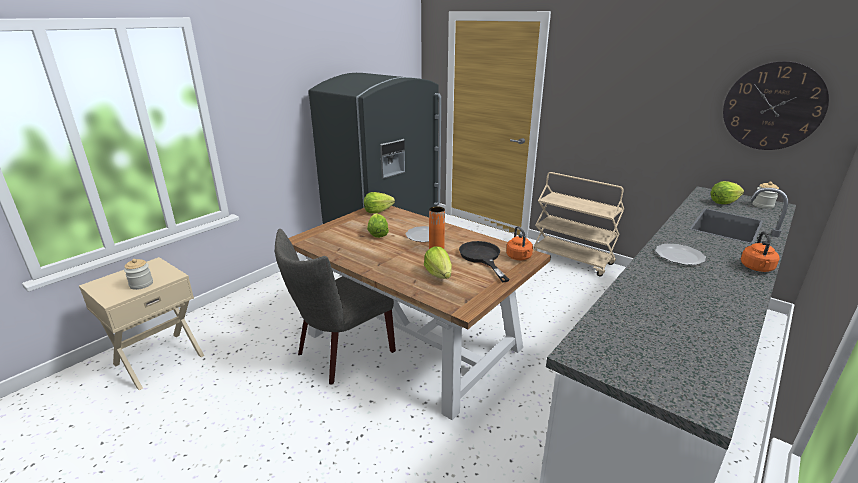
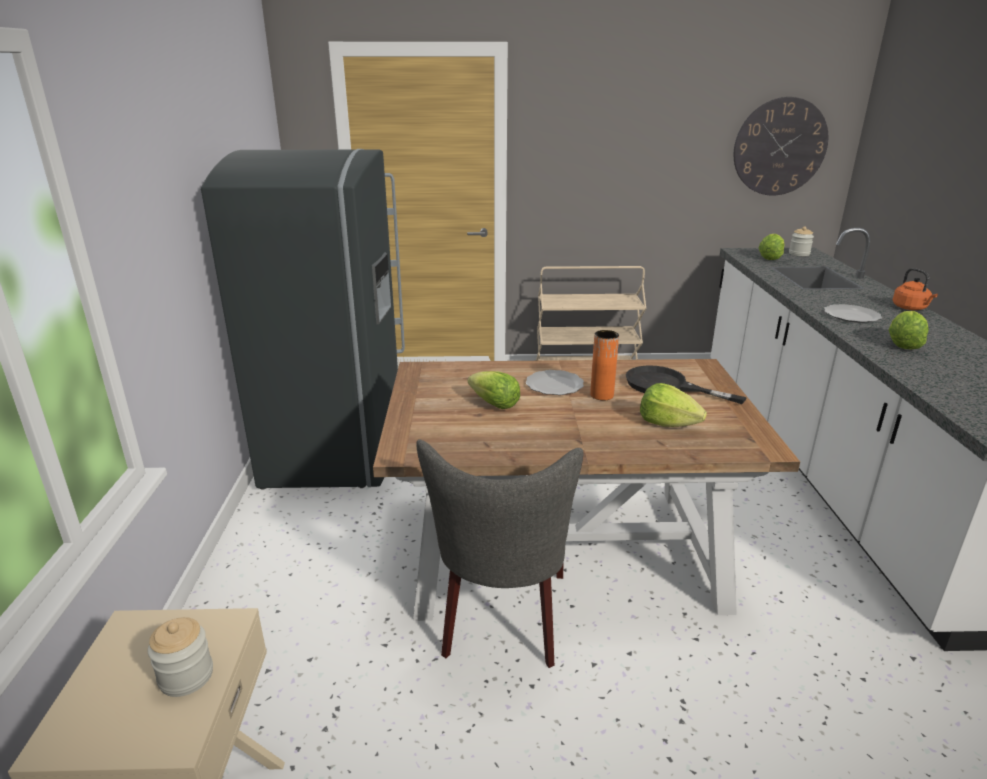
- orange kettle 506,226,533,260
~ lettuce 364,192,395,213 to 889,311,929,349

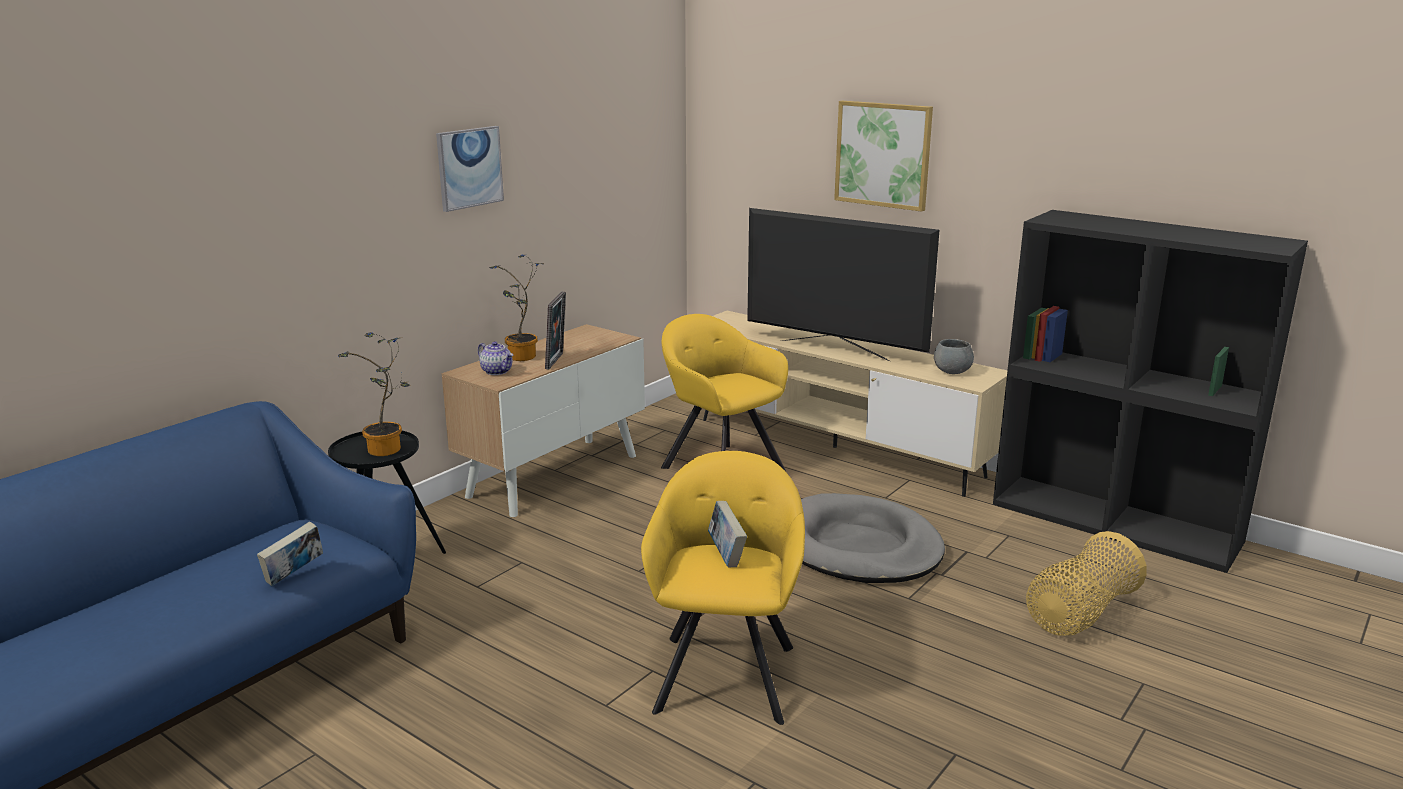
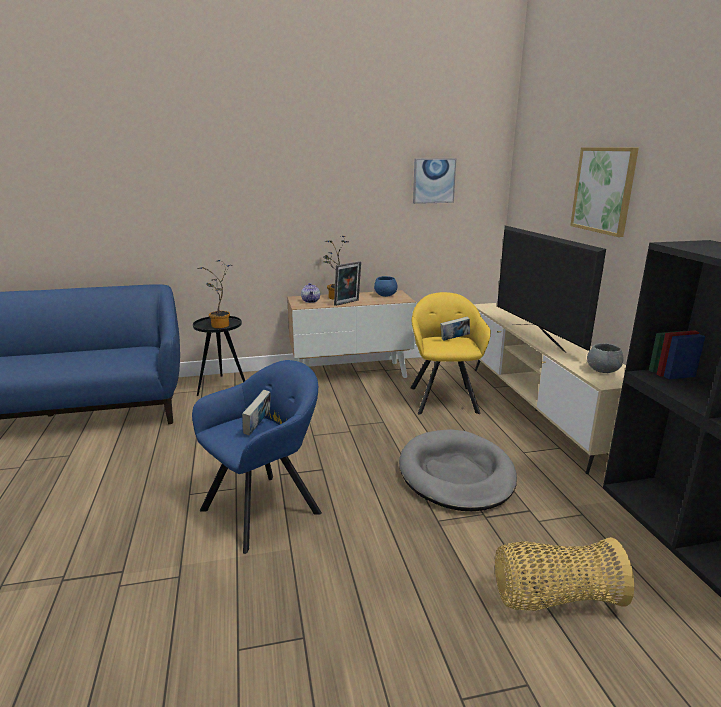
+ blue bowl 374,276,398,297
~ book 257,522,323,586 to 441,317,470,341
~ picture 436,126,504,212 to 413,158,456,204
~ yellow armchair 641,451,805,725 to blue armchair 192,360,322,554

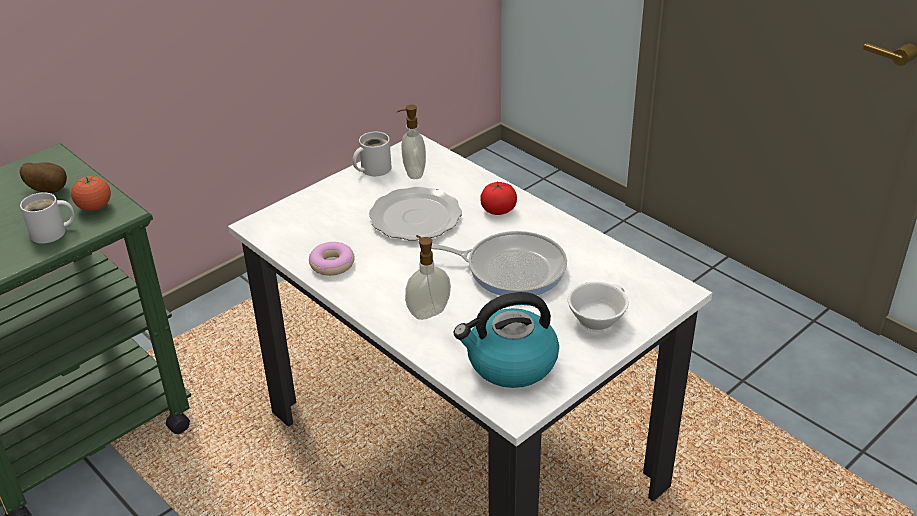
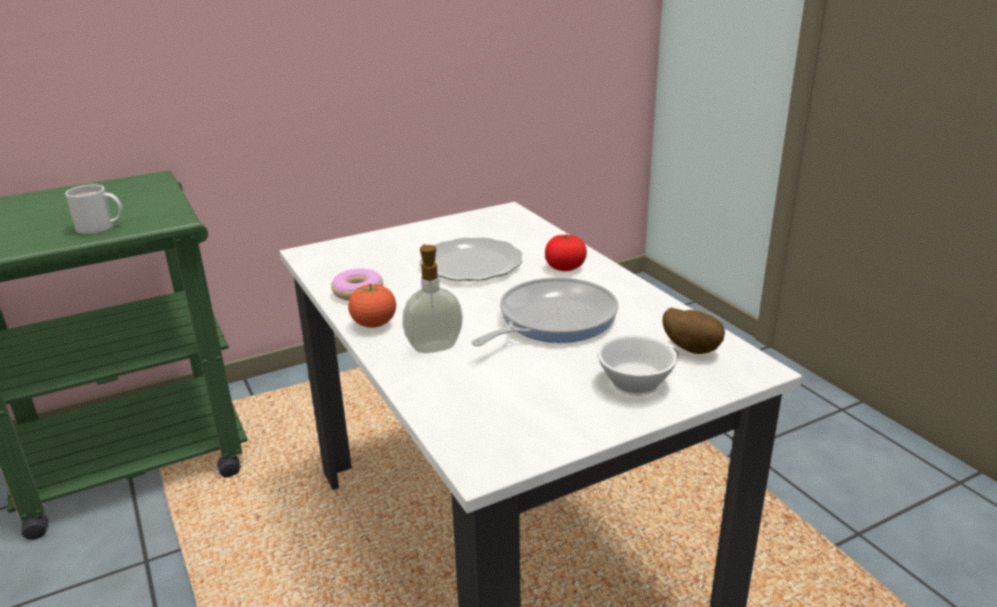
- white mug 352,132,392,176
- soap dispenser 397,105,426,179
- kettle 454,292,559,388
~ potato 20,162,67,193 to 662,308,725,354
~ tomato 71,176,111,211 to 348,283,396,328
~ frying pan 431,231,567,296 = 471,277,619,346 75 degrees counterclockwise

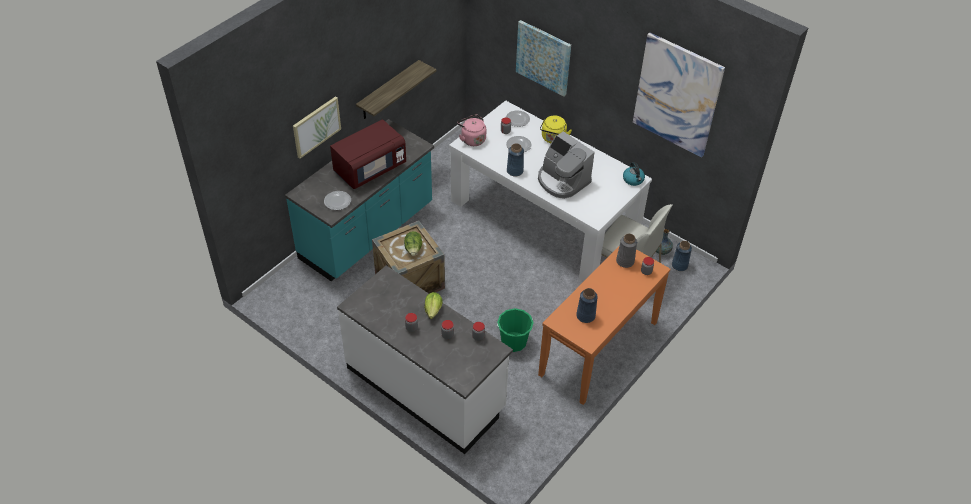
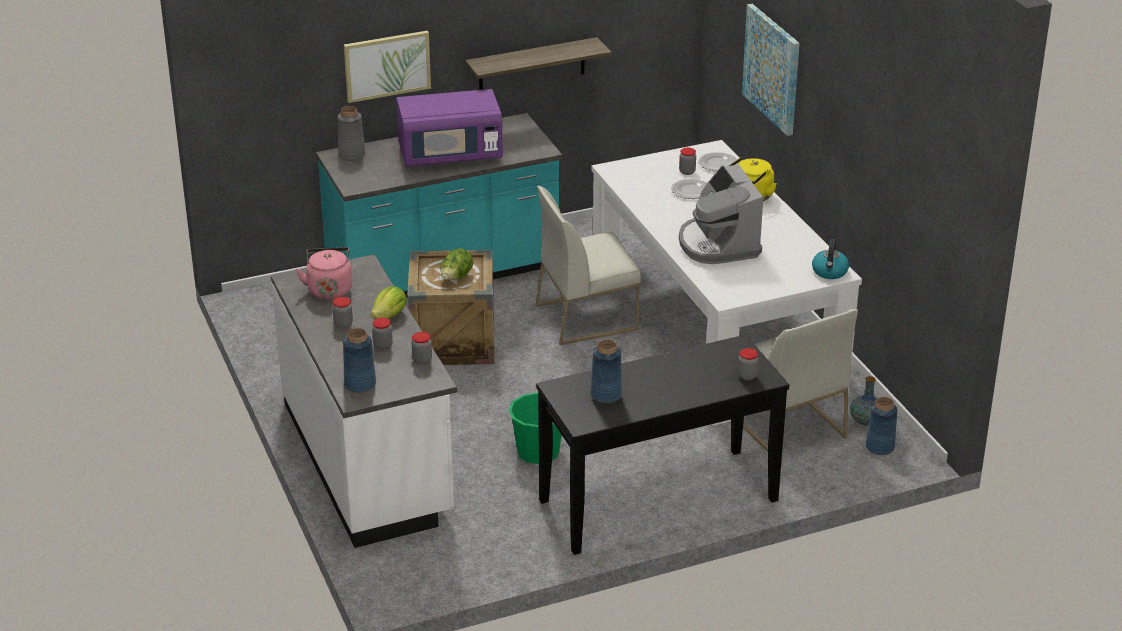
- plate 324,191,351,210
- picture 633,32,725,158
+ white chair 536,186,641,345
~ pink kettle 457,114,486,146 to 296,247,352,300
~ blue vase 507,143,524,177 to 343,328,376,393
~ grey vase 616,234,637,268 to 338,106,365,161
~ red microwave 330,120,406,189 to purple microwave 396,89,503,167
~ orange console table 538,245,670,405 to black console table 536,335,789,555

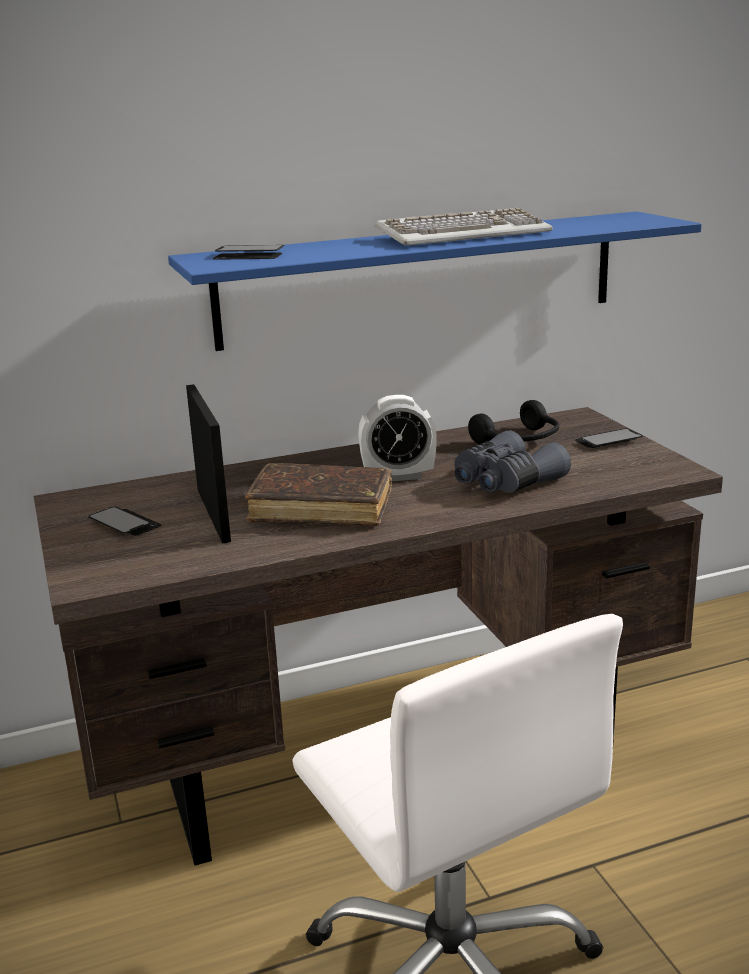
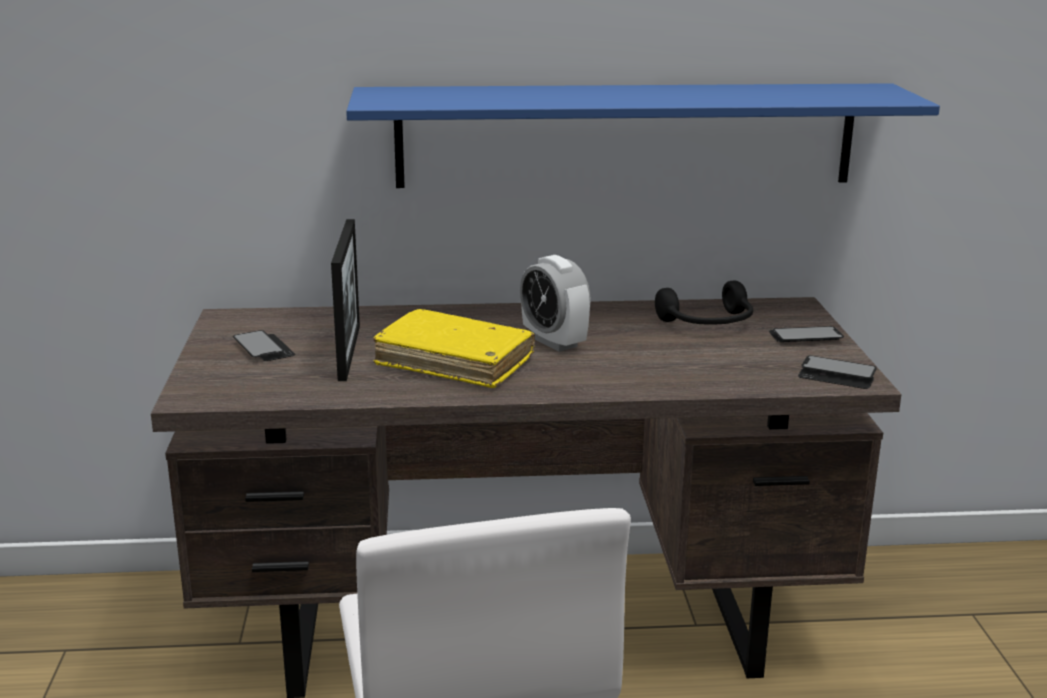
- keyboard 375,207,553,245
- grey binoculars 454,431,571,493
~ phone 212,245,284,260 to 798,355,877,389
~ brown book 245,463,392,526 to yellow book 373,309,535,388
~ alarm clock 358,395,437,481 = 520,255,591,352 45 degrees clockwise

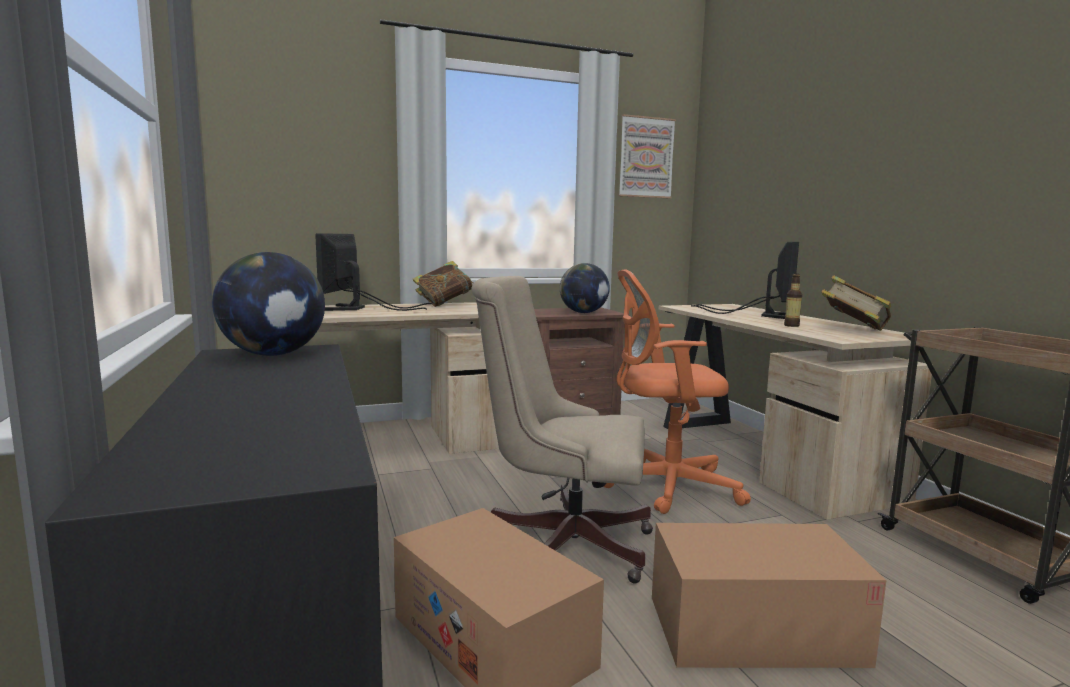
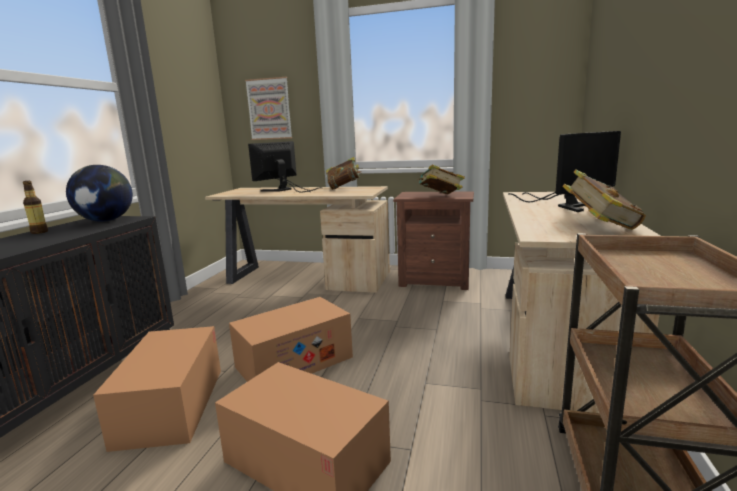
- orange office chair 604,269,751,514
~ picture 619,114,676,198 to 245,77,292,140
~ bottle 784,274,802,327 to 23,181,48,234
~ beige office chair 471,276,653,584 to cardboard box 229,297,353,382
~ globe 560,263,610,313 to book 418,164,465,194

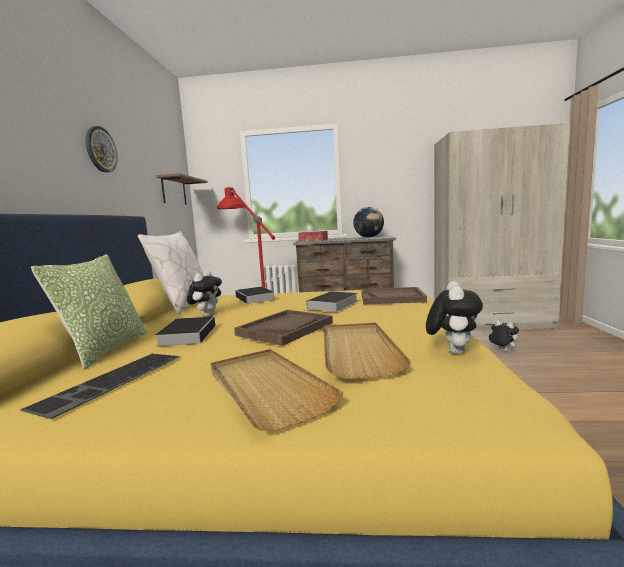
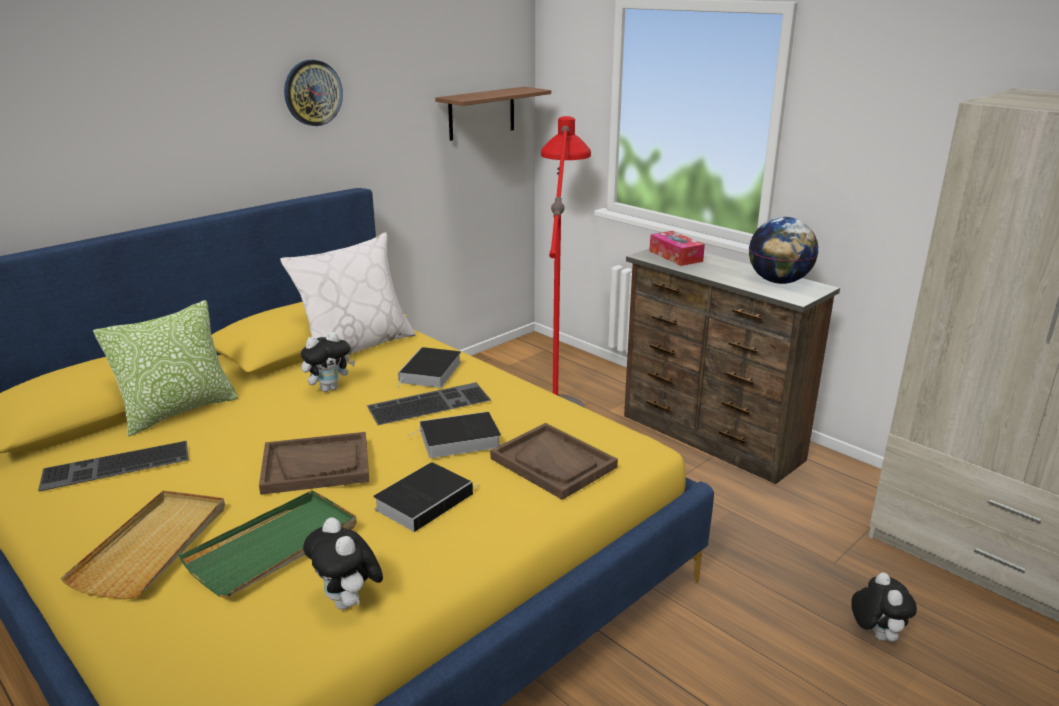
+ keyboard 367,382,491,425
~ book 155,316,215,346 to 373,462,479,532
~ beige tray 324,323,411,379 to green tray 179,490,357,598
~ plush toy 426,281,483,354 = 303,517,383,610 90 degrees clockwise

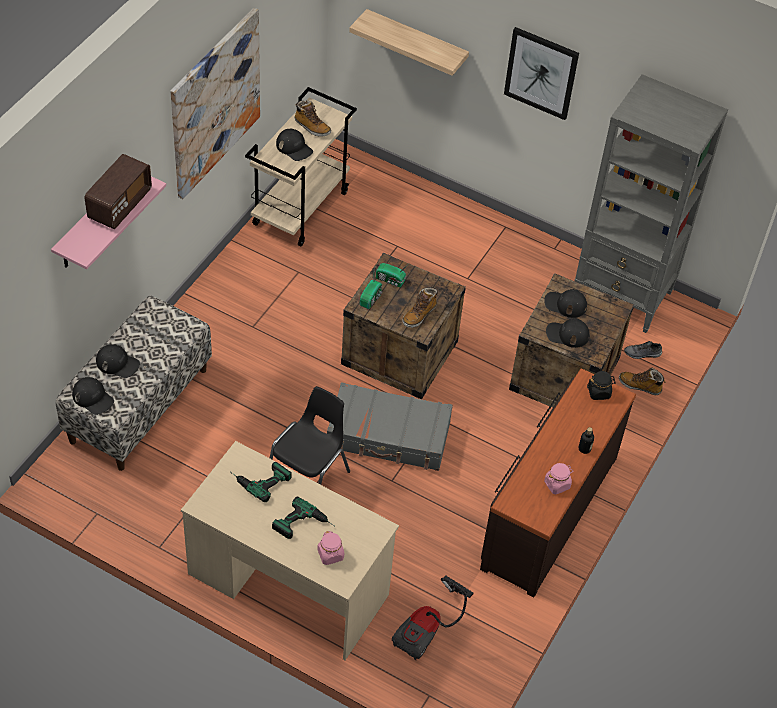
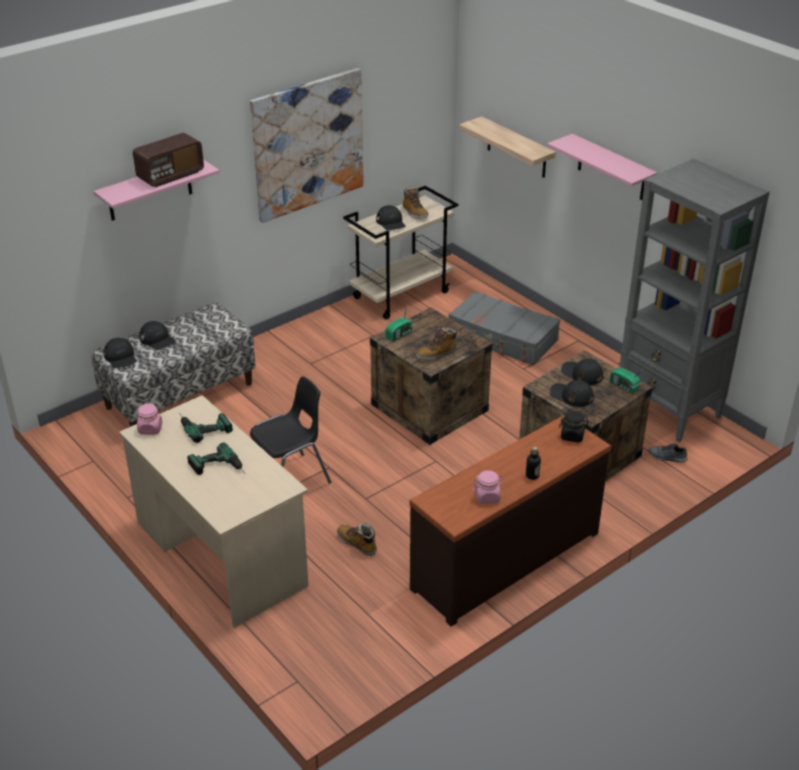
- vacuum cleaner 392,575,474,661
~ pink jar 317,531,344,565 to 137,403,162,435
~ grey suitcase 327,382,453,471 to 448,291,560,366
~ radio 376,263,409,287 to 610,367,644,393
~ boot 619,368,665,395 to 337,523,377,556
~ picture 504,27,579,120 to pink shelf 547,134,657,200

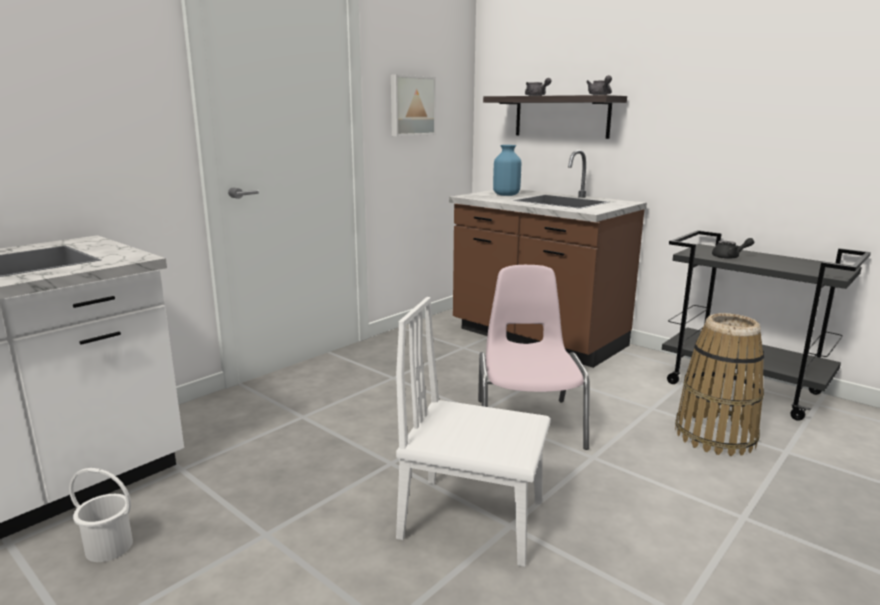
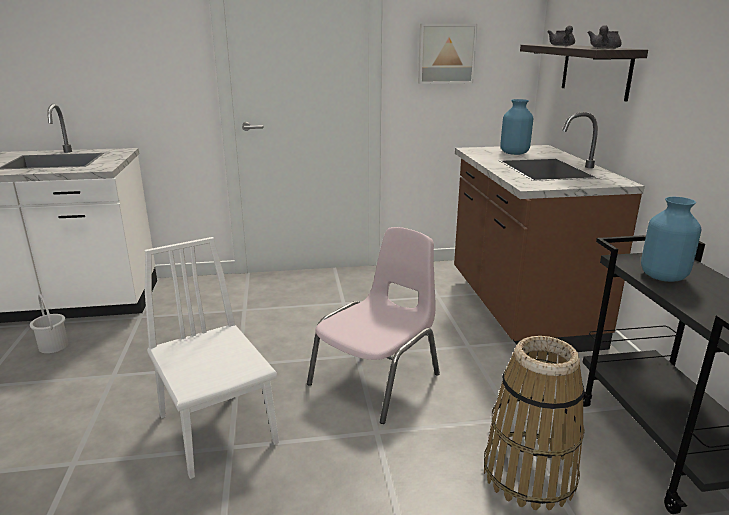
~ black teapot 712,238,754,259 to blue vase 641,197,701,282

